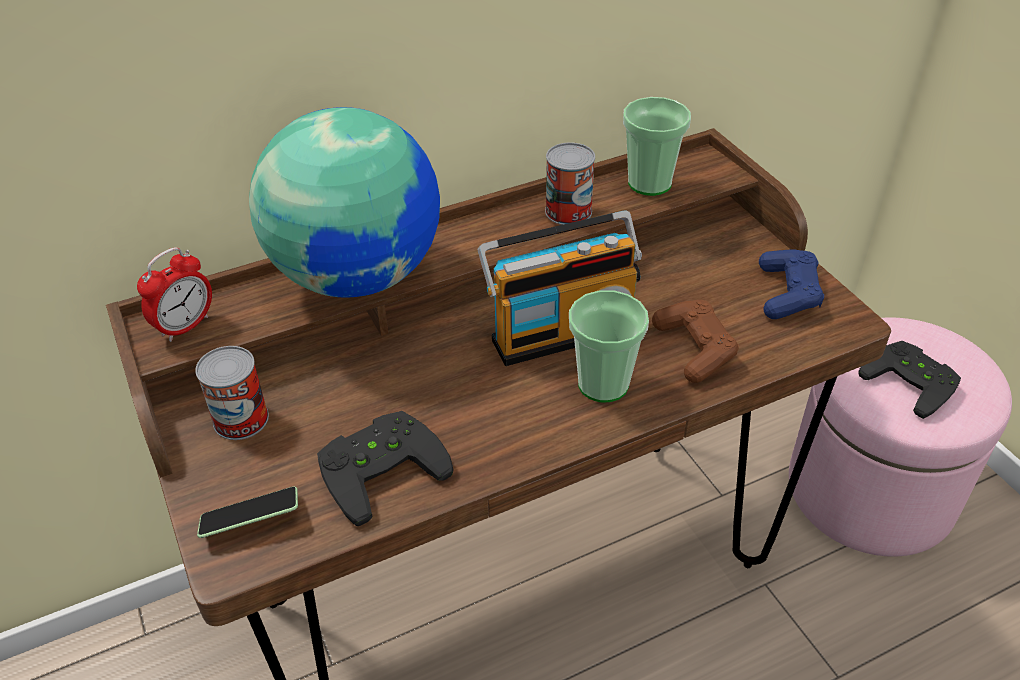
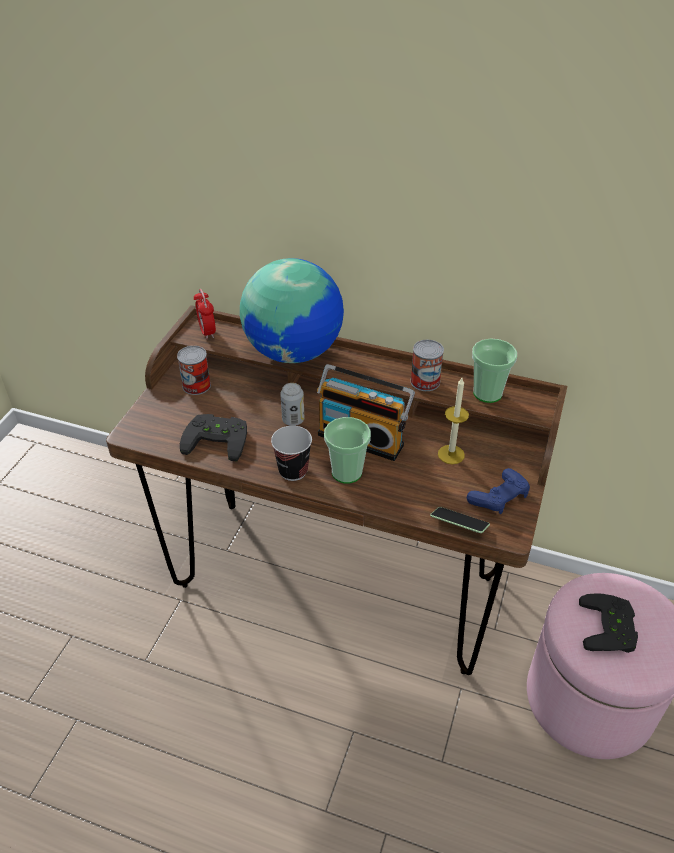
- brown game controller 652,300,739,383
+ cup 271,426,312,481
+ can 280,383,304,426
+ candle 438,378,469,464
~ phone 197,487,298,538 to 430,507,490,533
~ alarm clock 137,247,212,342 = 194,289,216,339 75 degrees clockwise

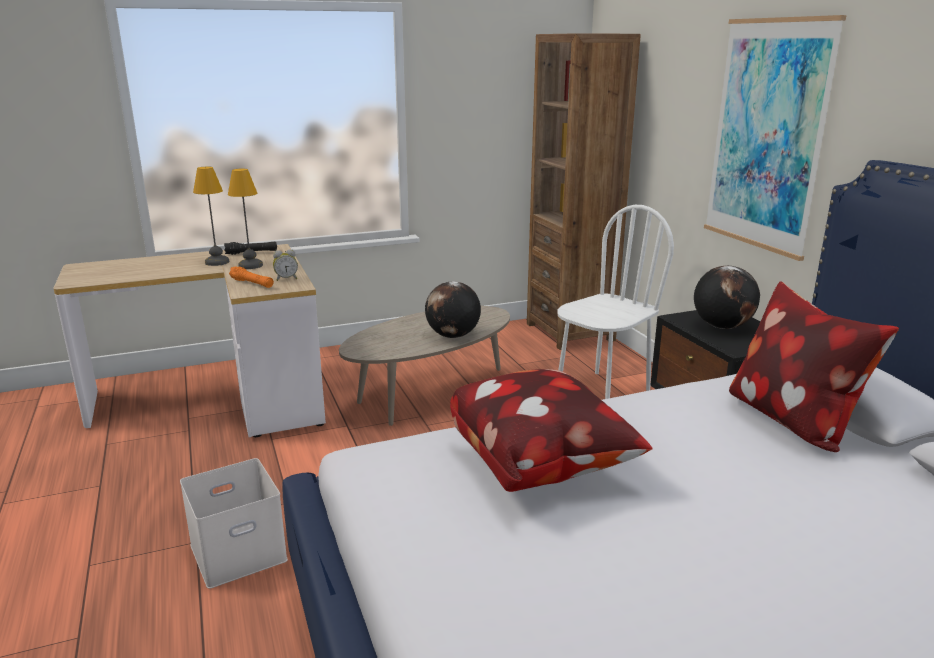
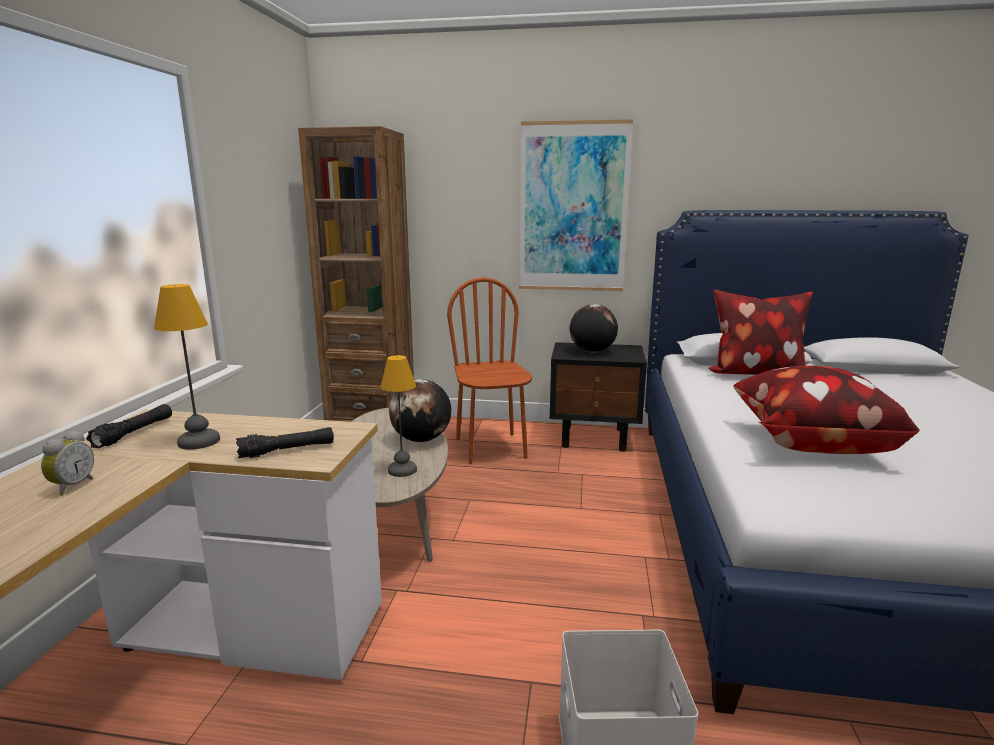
~ table lamp 193,167,229,266 to 380,355,417,477
~ alarm clock 273,249,298,281 to 41,430,94,495
~ orange flashlight 229,266,274,288 to black flashlight 236,427,334,458
~ white chair 558,205,674,399 to brown chair 447,277,532,464

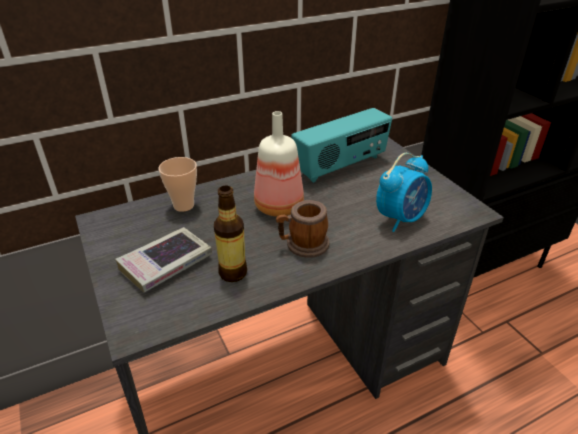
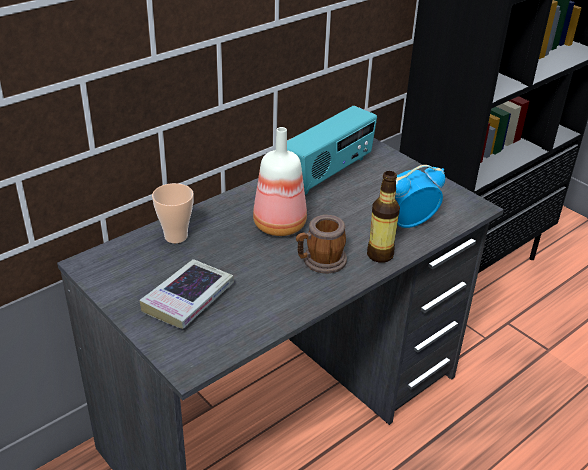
~ bottle 214,186,247,282 to 367,171,400,263
~ alarm clock 376,153,432,232 = 395,165,445,228 150 degrees counterclockwise

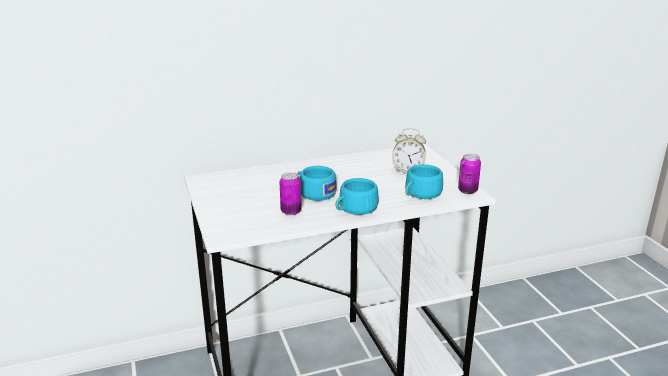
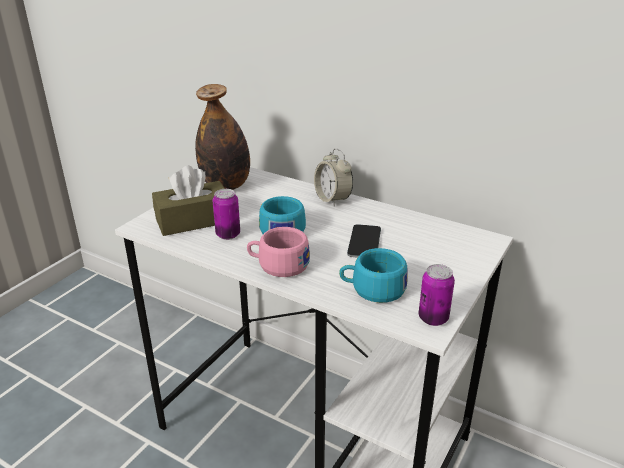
+ brown tissue box 152,165,225,236
+ bottle 195,84,250,190
+ phone 347,224,381,258
~ alarm clock 392,128,426,173 to 314,148,353,207
~ turquoise cup 336,178,379,215 to pink cup 247,227,310,277

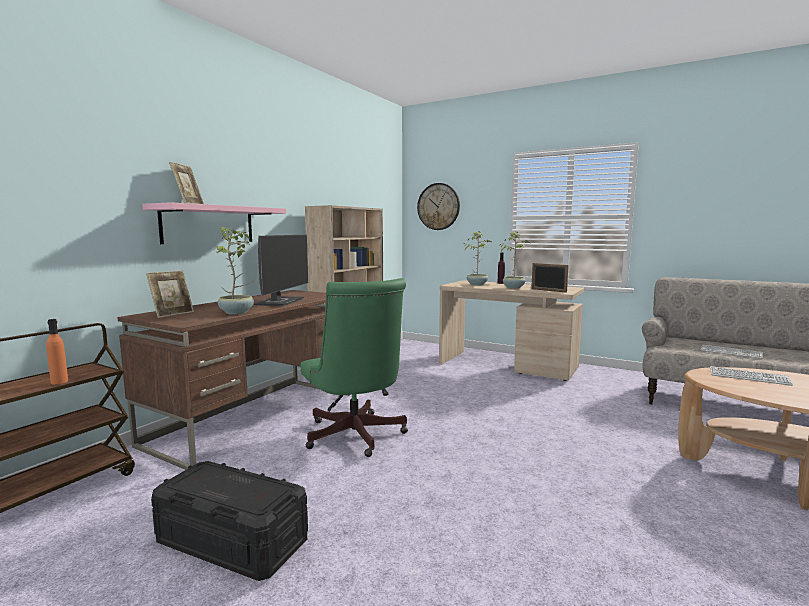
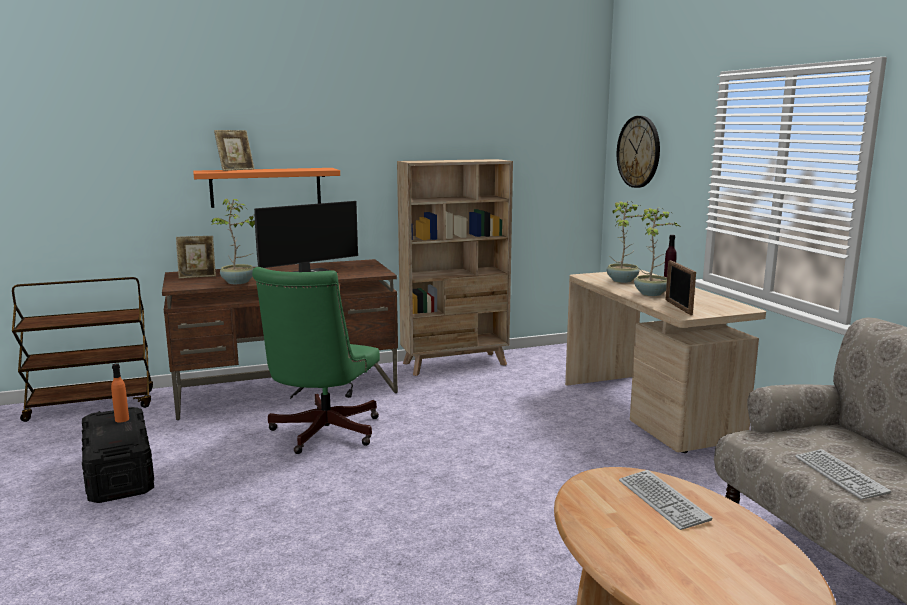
~ orange bottle 46,319,68,384 to 111,363,129,423
~ pink shelf 142,202,286,244 to orange shelf 193,168,340,208

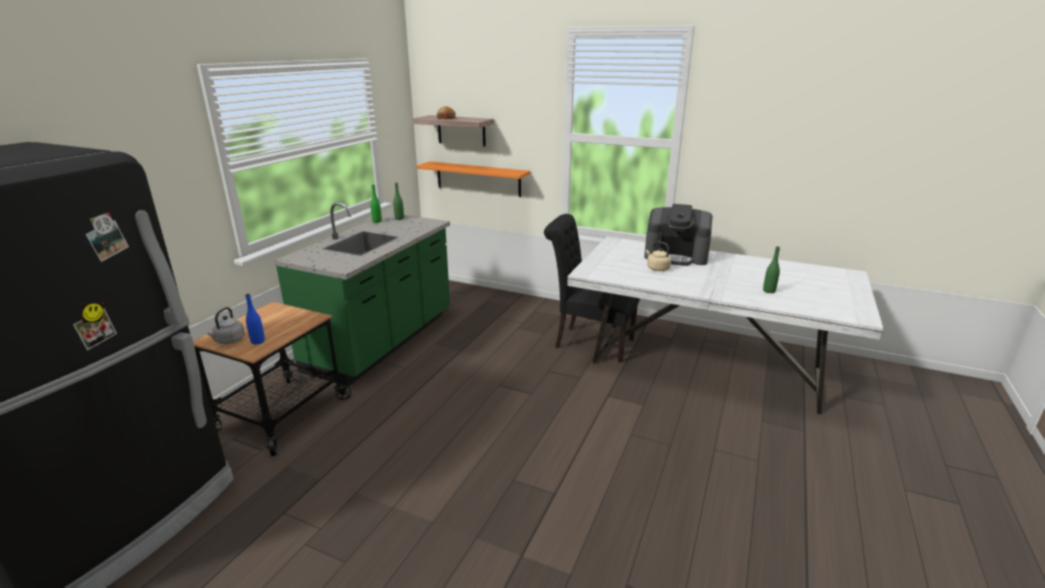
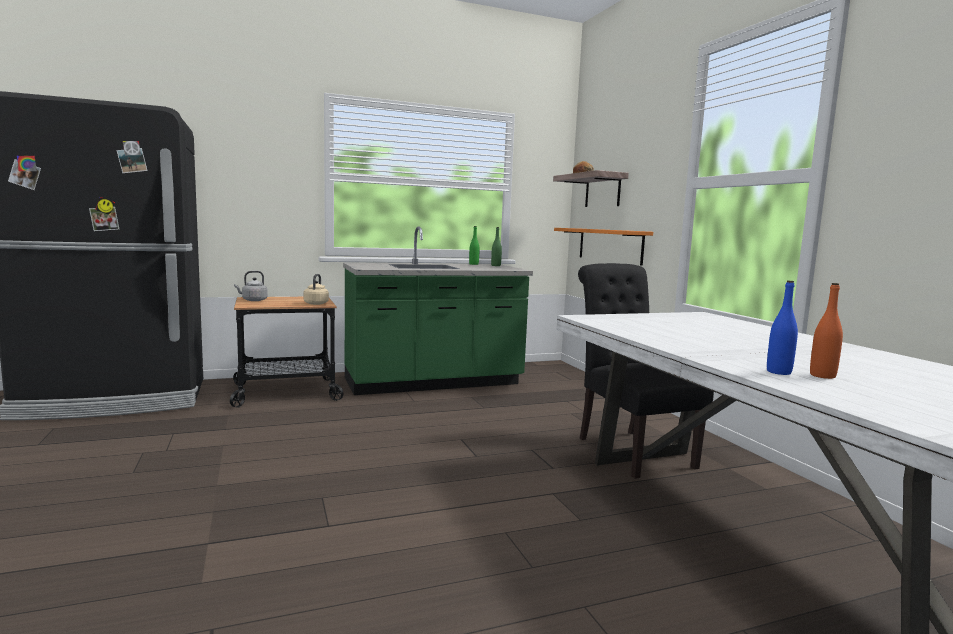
- coffee machine 644,204,713,266
~ blue bottle 246,294,265,345 to 767,281,798,375
~ beige kettle 646,241,671,271 to 303,274,329,305
~ green bottle 763,246,780,293 to orange bottle 810,283,843,379

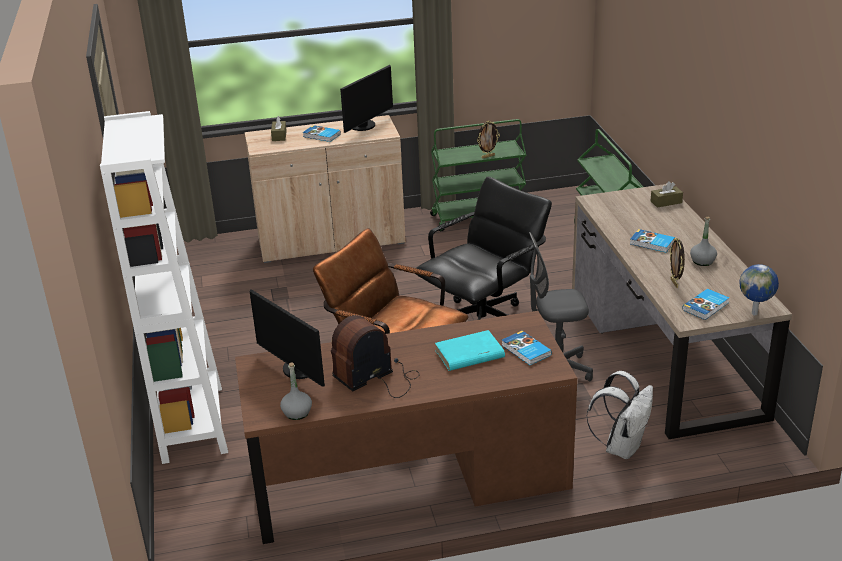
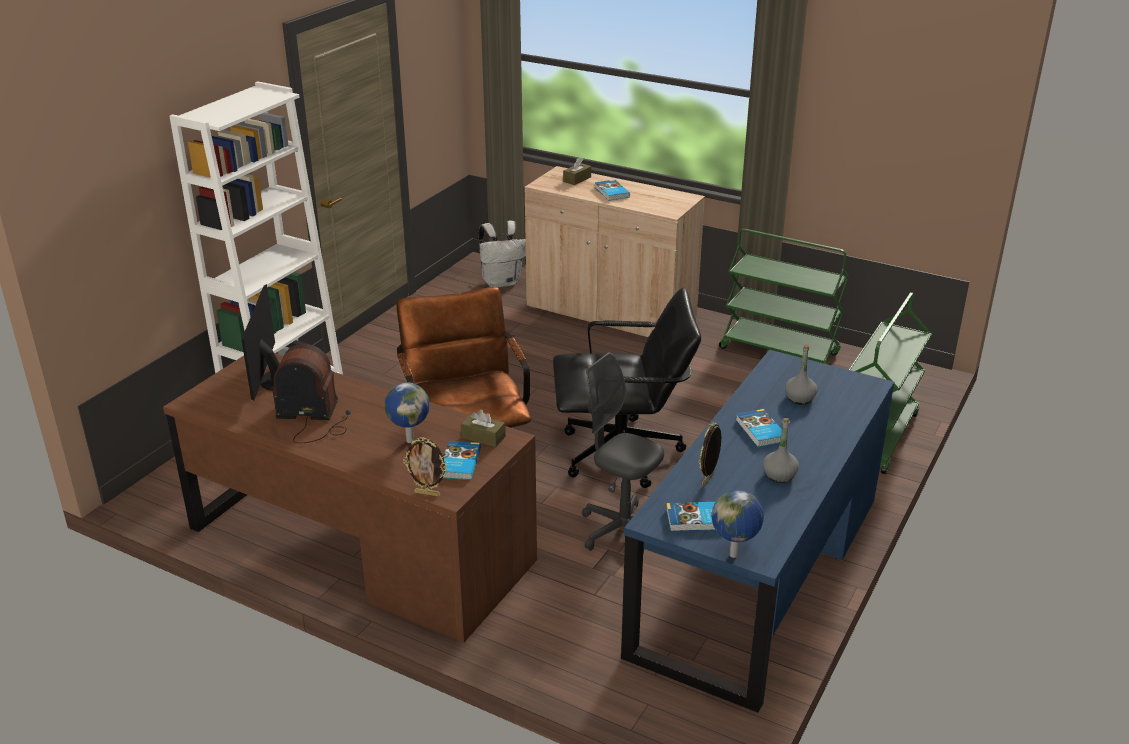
- monitor 340,65,393,133
~ grey bottle 280,362,312,420 to 785,344,817,405
~ picture frame 477,121,500,158 to 403,437,447,497
~ white backpack 586,371,653,459 to 478,220,526,288
~ brown tissue box 651,181,683,208 to 461,410,506,447
~ turquoise book 435,330,505,371 to globe 385,383,430,443
~ brown desk 572,184,792,439 to blue desk 621,350,894,713

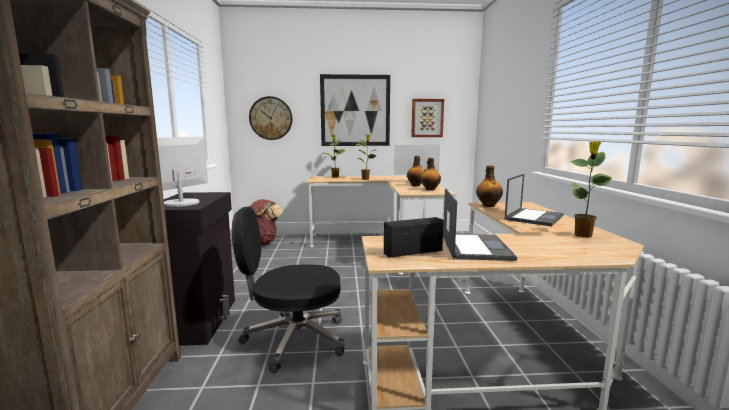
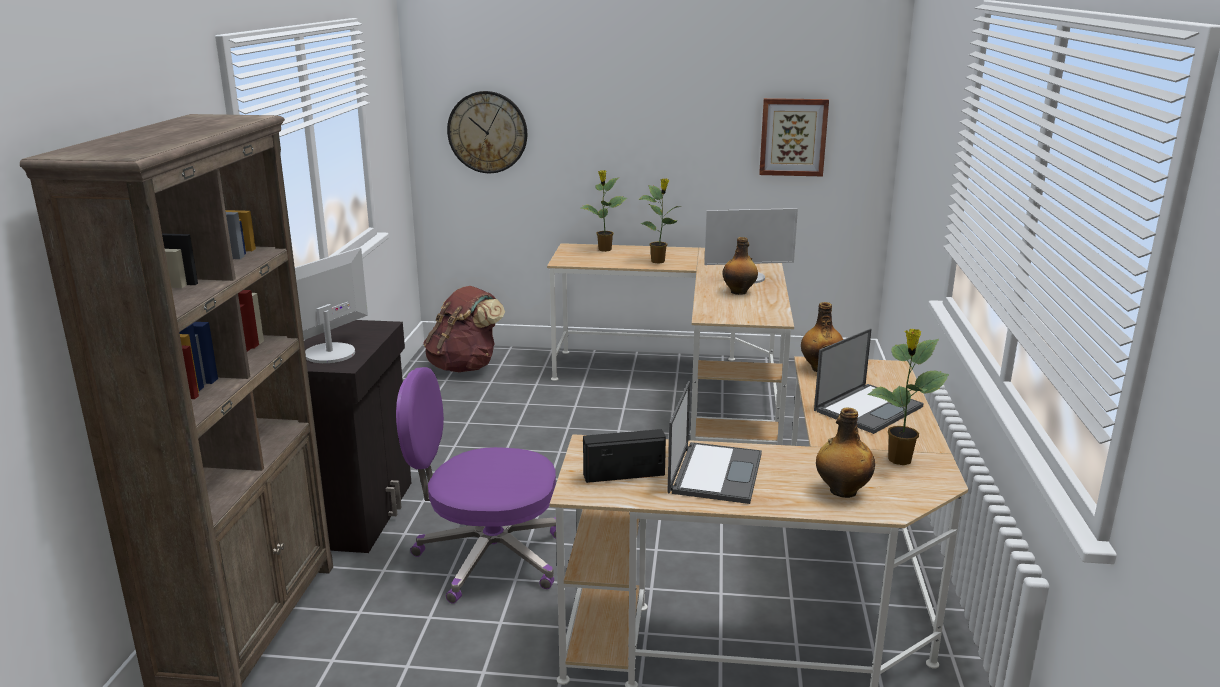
- picture 320,74,390,146
~ bottle 420,158,441,191 to 816,407,875,498
~ black office chair 232,206,345,373 to purple office chair 396,367,556,604

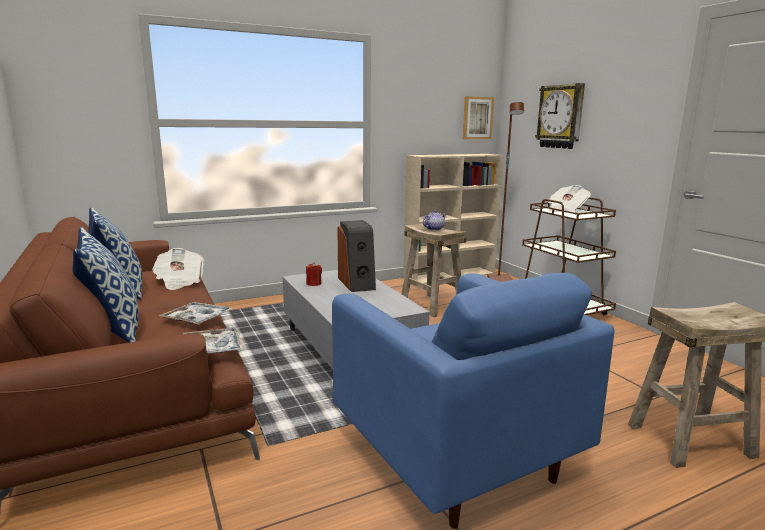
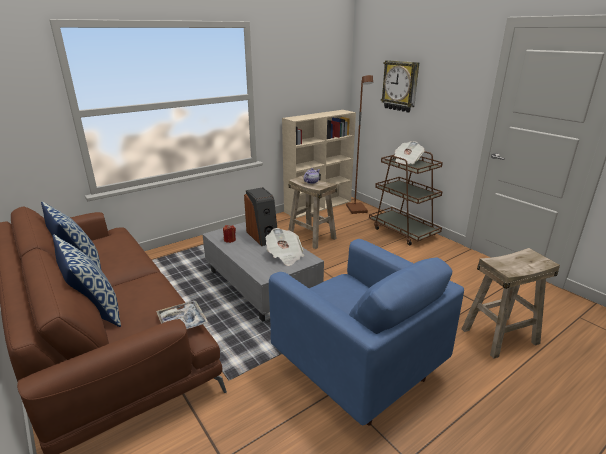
- tray 159,302,233,325
- picture 463,96,494,139
~ newspaper 152,248,204,290 to 265,228,304,266

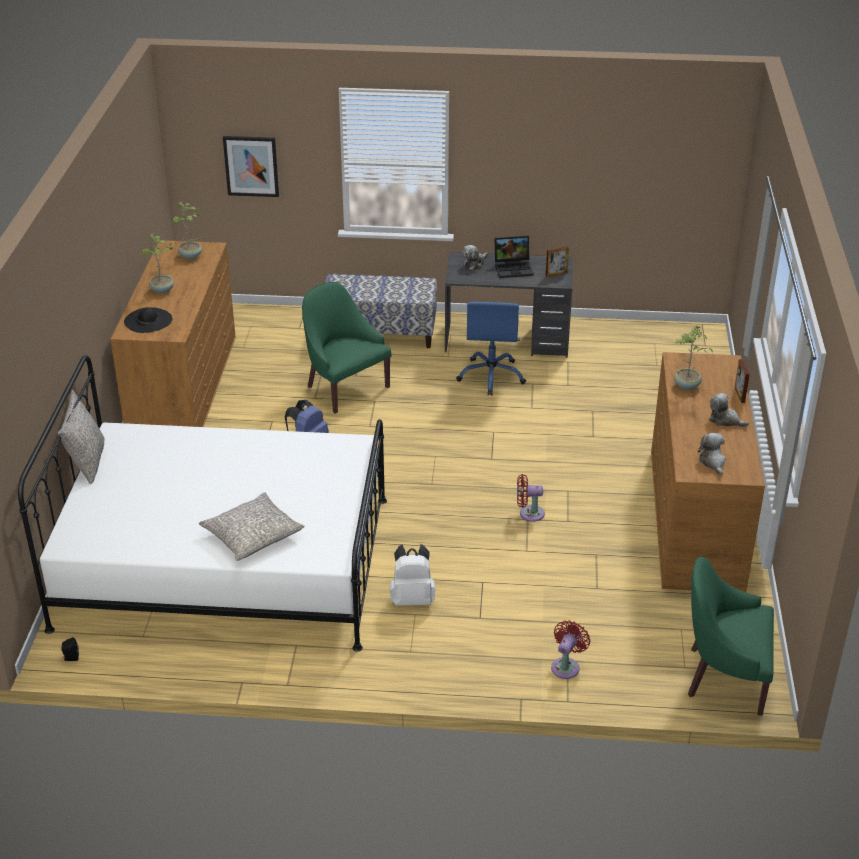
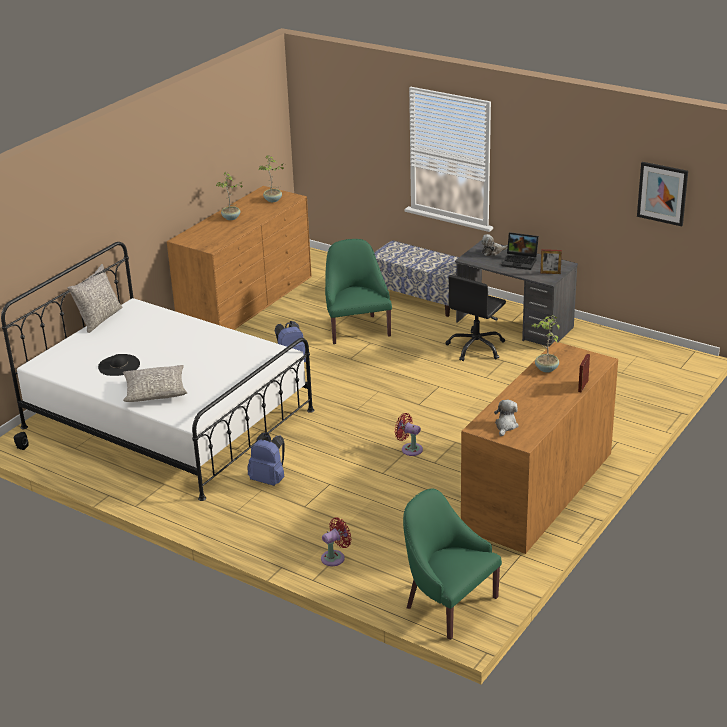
- plush toy 709,393,749,427
~ black hat 124,307,172,333 to 98,354,140,376
~ picture 223,136,279,197 to 637,162,688,226
~ white backpack 390,544,436,606 to blue backpack 247,432,285,486
~ blue office chair 456,302,526,396 to black office chair 446,275,506,361

